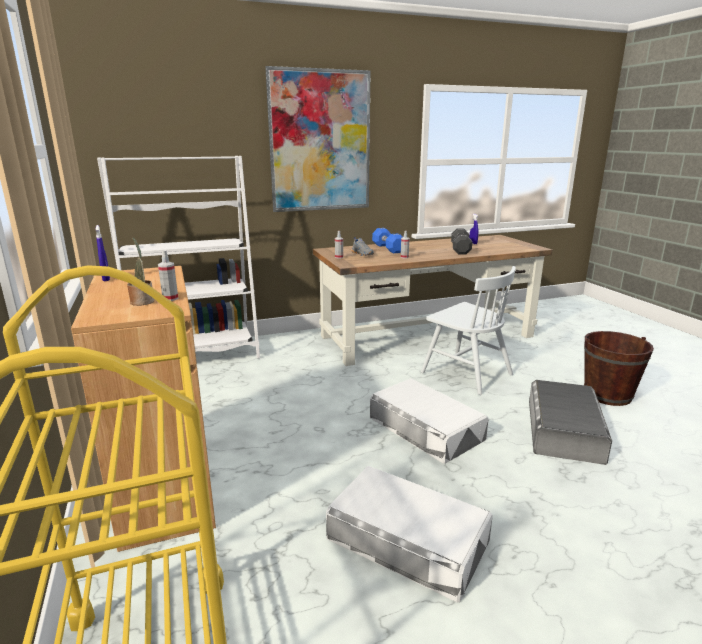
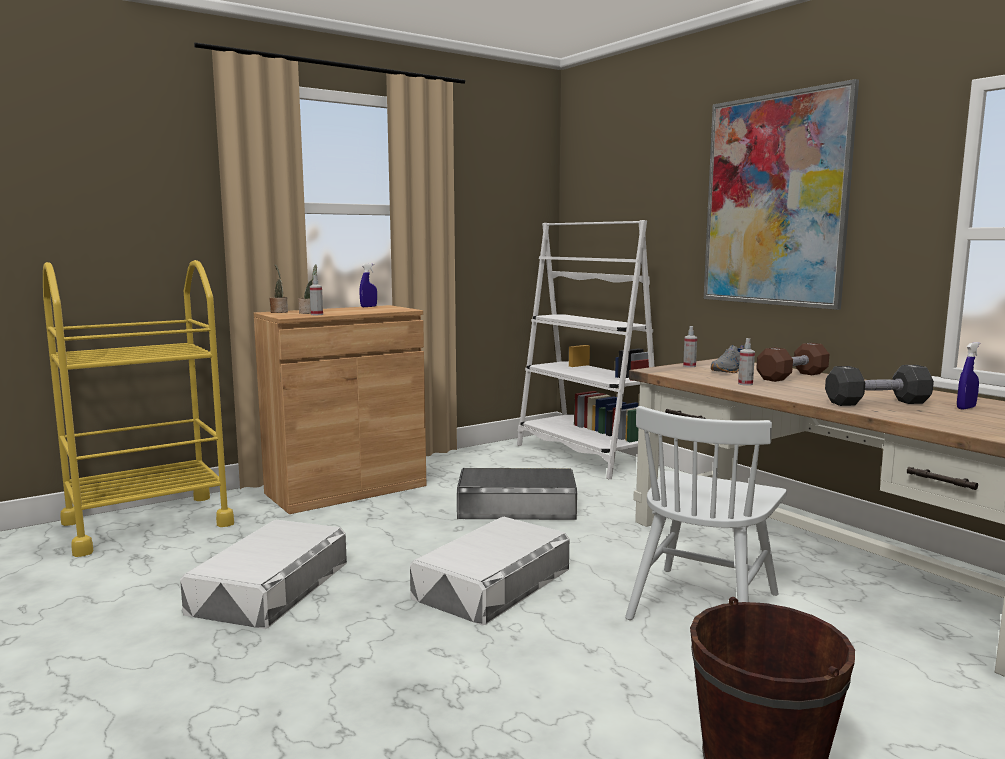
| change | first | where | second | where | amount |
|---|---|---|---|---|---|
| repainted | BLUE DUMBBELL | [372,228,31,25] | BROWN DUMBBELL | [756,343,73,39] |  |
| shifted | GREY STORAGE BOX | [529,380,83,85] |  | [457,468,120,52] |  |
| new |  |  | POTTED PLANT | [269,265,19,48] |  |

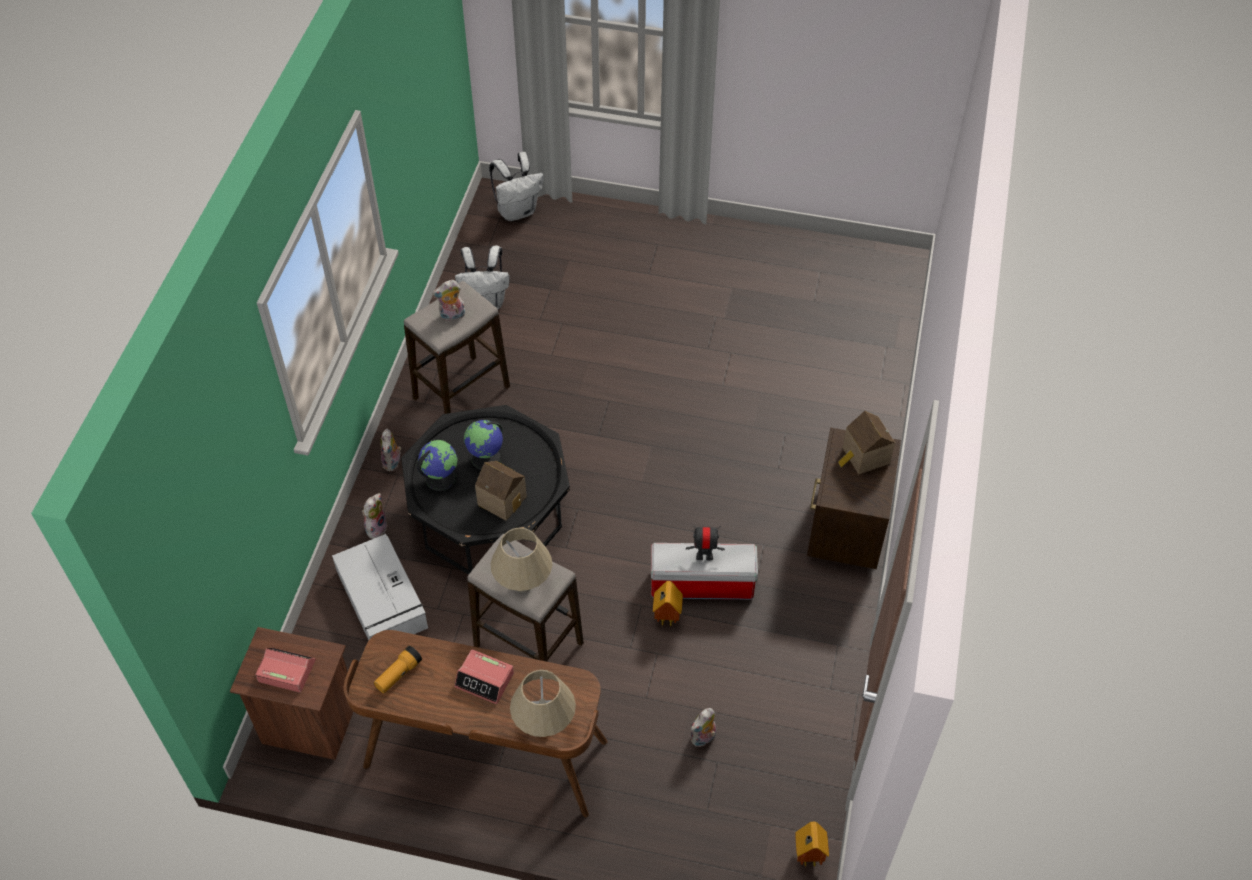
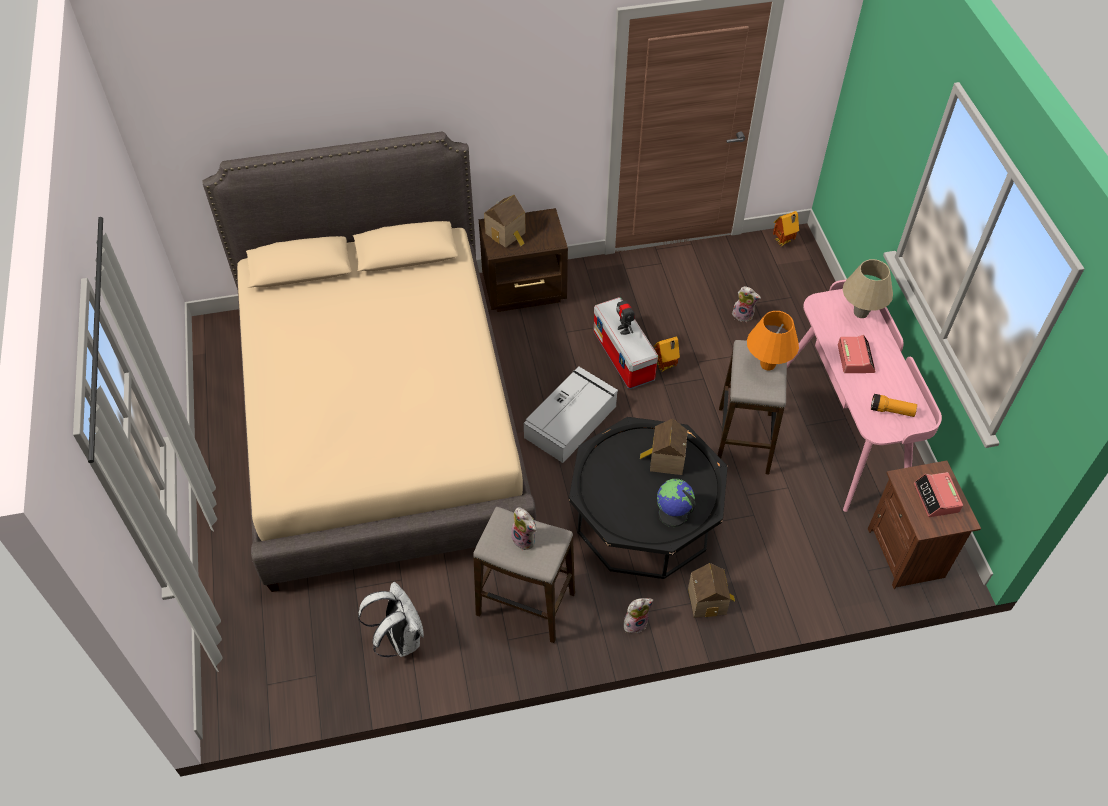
| change | first | where | second | where | amount |
|---|---|---|---|---|---|
| gone | WHITE BACKPACK | [489,152,55,69] |  |  |  |
| gone | GLOBE | [464,420,39,50] |  |  |  |
| swapped | PLUSH TOY | [362,493,26,46] | TOY HOUSE | [688,563,47,55] |  |
| repainted | BEIGE TABLE LAMP | [491,527,61,66] | ORANGE TABLE LAMP | [747,311,52,60] |  |
| shifted | GREY STORAGE BOX | [332,534,96,107] |  | [524,366,94,97] |  |
| repainted | BROWN DESK | [343,630,265,187] | PINK DESK | [787,279,155,233] |  |
| new |  |  | BEIGE BED | [202,132,334,460] |  |

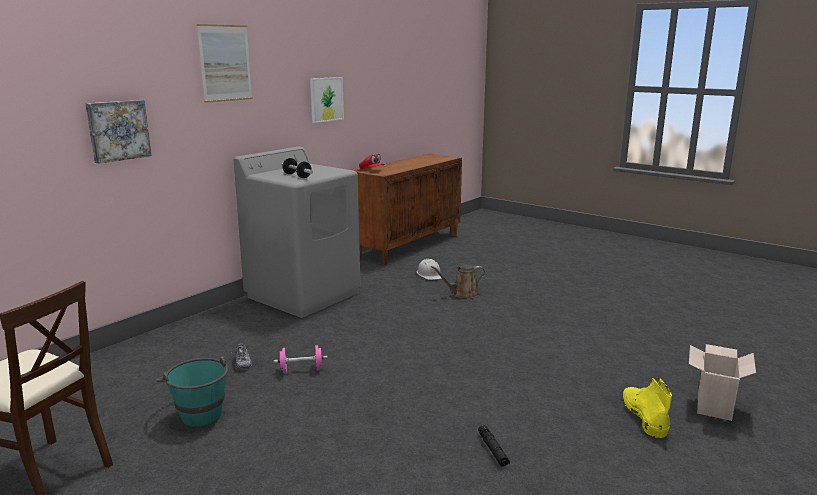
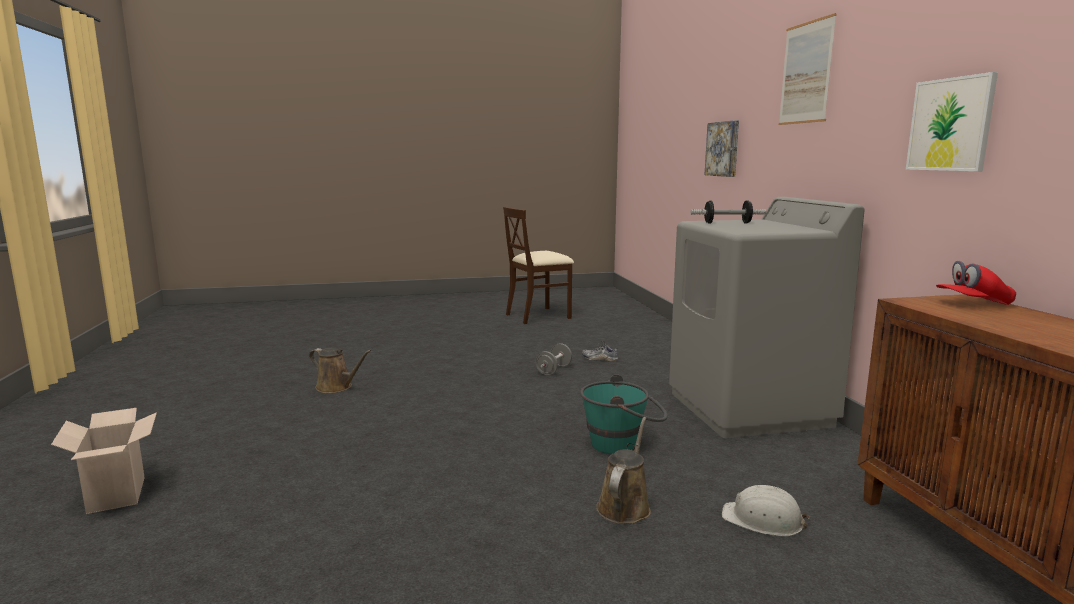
| change | first | where | second | where | amount |
|---|---|---|---|---|---|
| repainted | PINK DUMBBELL | [274,345,54,28] | GREY DUMBBELL | [535,343,37,32] |  |
| shifted | TURQUOISE BUCKET | [156,356,72,71] |  | [580,374,87,80] |  |
| gone | YELLOW BOOT | [623,378,49,60] |  |  |  |
| swapped | BLACK FLASHLIGHT | [478,425,32,42] | BROWN WATERING CAN | [309,348,63,45] |  |

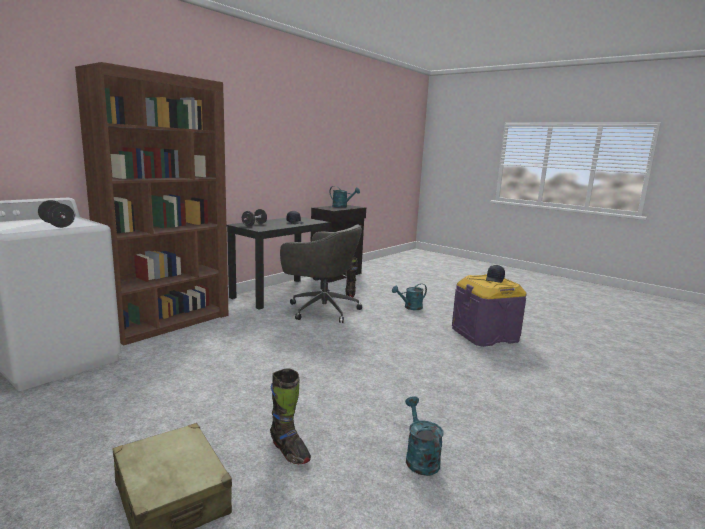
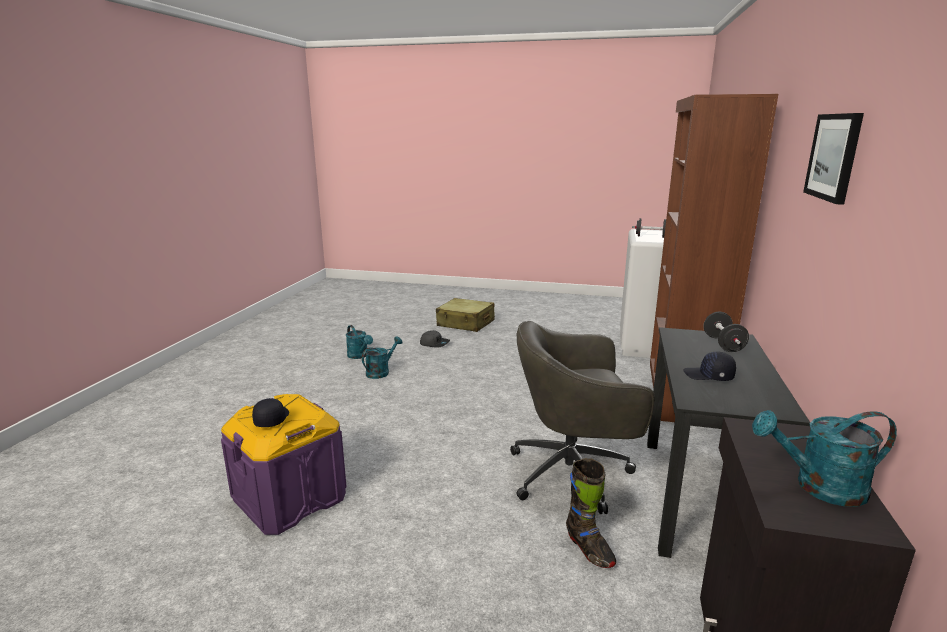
| change | first | where | second | where | amount |
|---|---|---|---|---|---|
| shifted | TURQUOISE WATERING CAN | [392,283,35,27] |  | [362,336,41,43] |  |
| swapped | BLACK BOOT | [270,368,41,96] | GREY CAP | [420,330,30,18] |  |
| new |  |  | PICTURE | [803,113,61,92] |  |

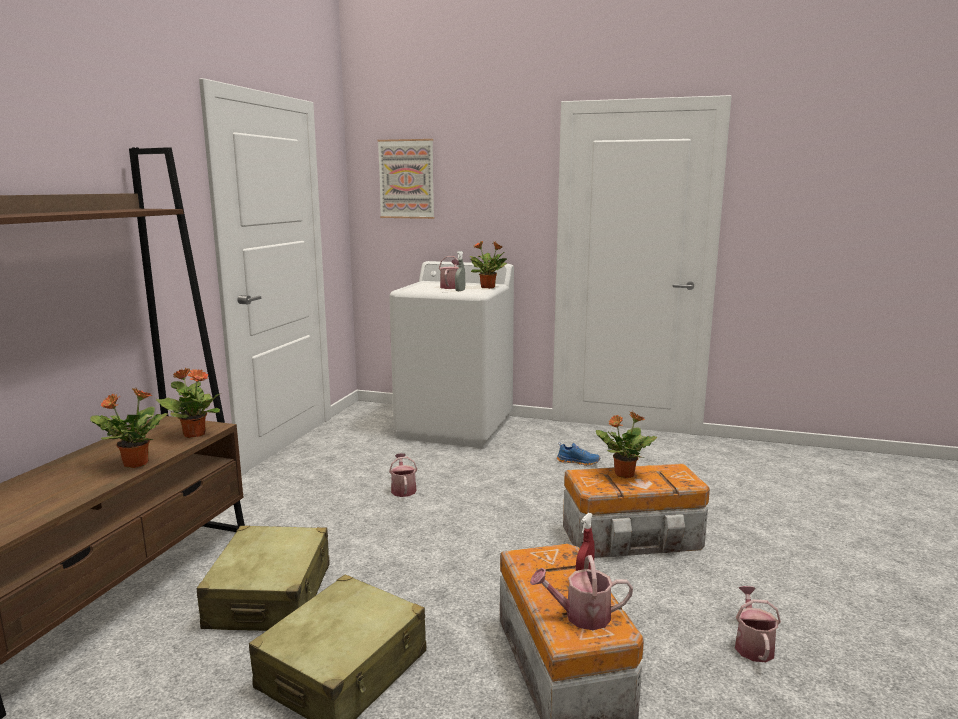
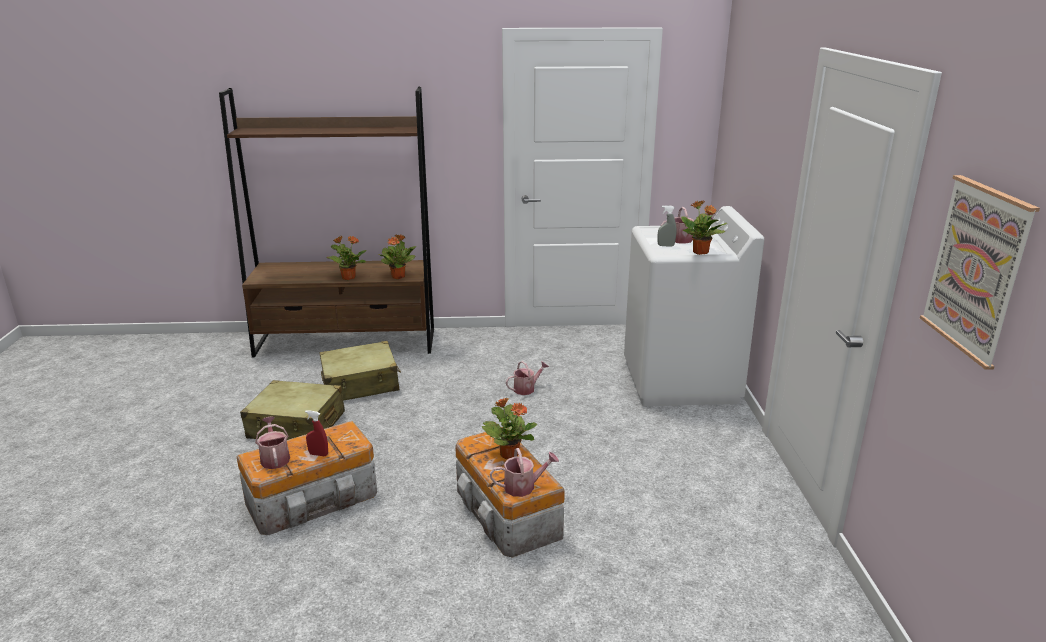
| change | first | where | second | where | amount |
|---|---|---|---|---|---|
| shifted | PICTURE | [378,139,56,80] |  | [920,175,120,195] |  |
| gone | BLUE SHOE | [557,442,43,24] |  |  |  |
| shifted | WATERING CAN | [735,586,46,76] |  | [490,448,69,49] |  |

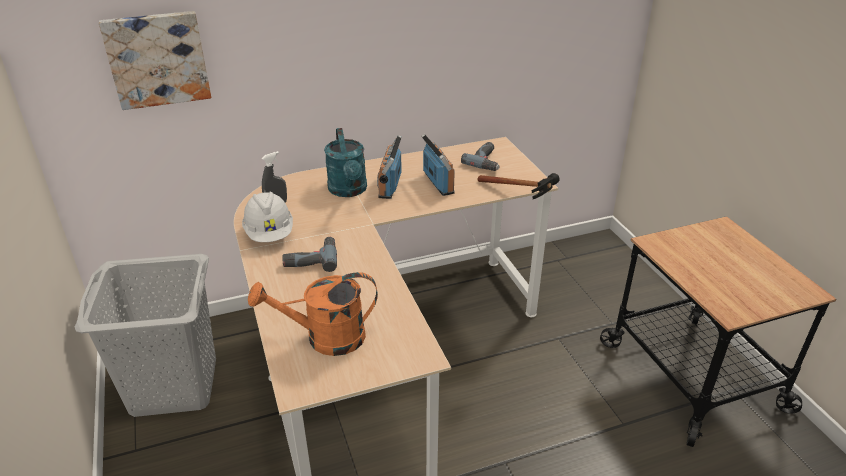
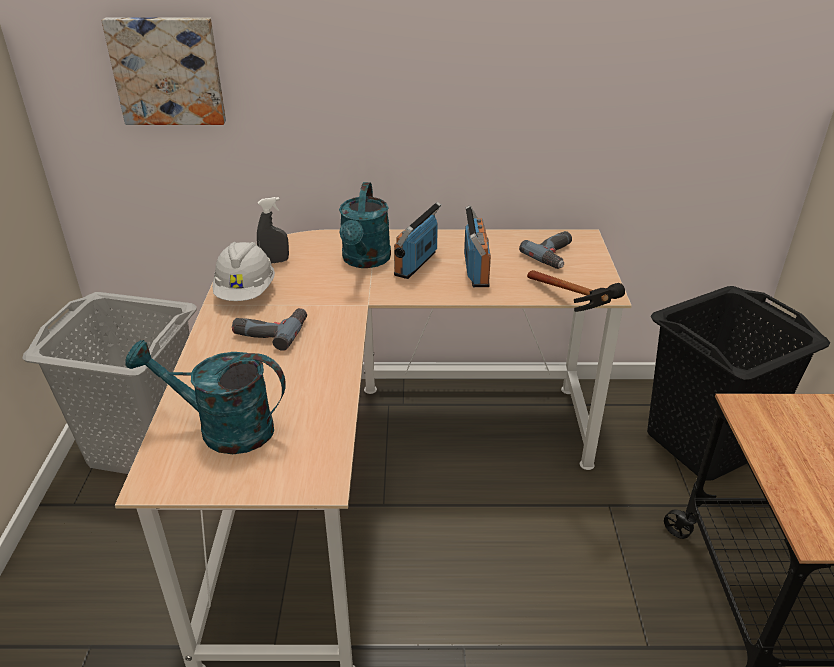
| change | first | where | second | where | amount |
|---|---|---|---|---|---|
| repainted | ORANGE WATERING CAN | [248,272,130,84] | TURQUOISE WATERING CAN | [125,340,161,114] |  |
| new |  |  | BLACK LAUNDRY BASKET | [647,286,183,194] |  |

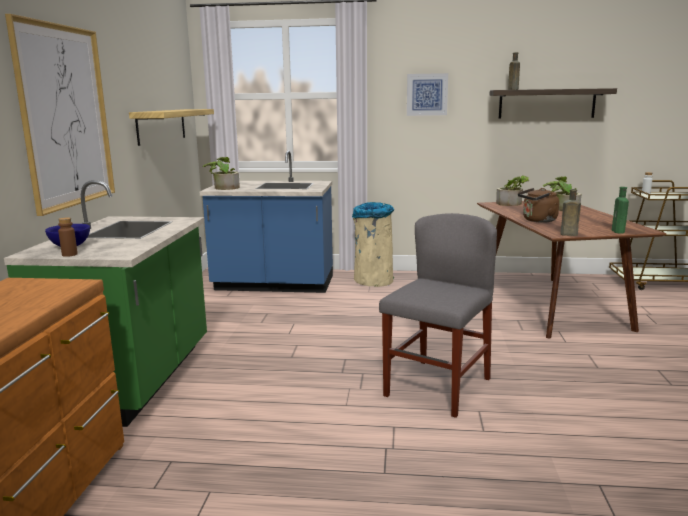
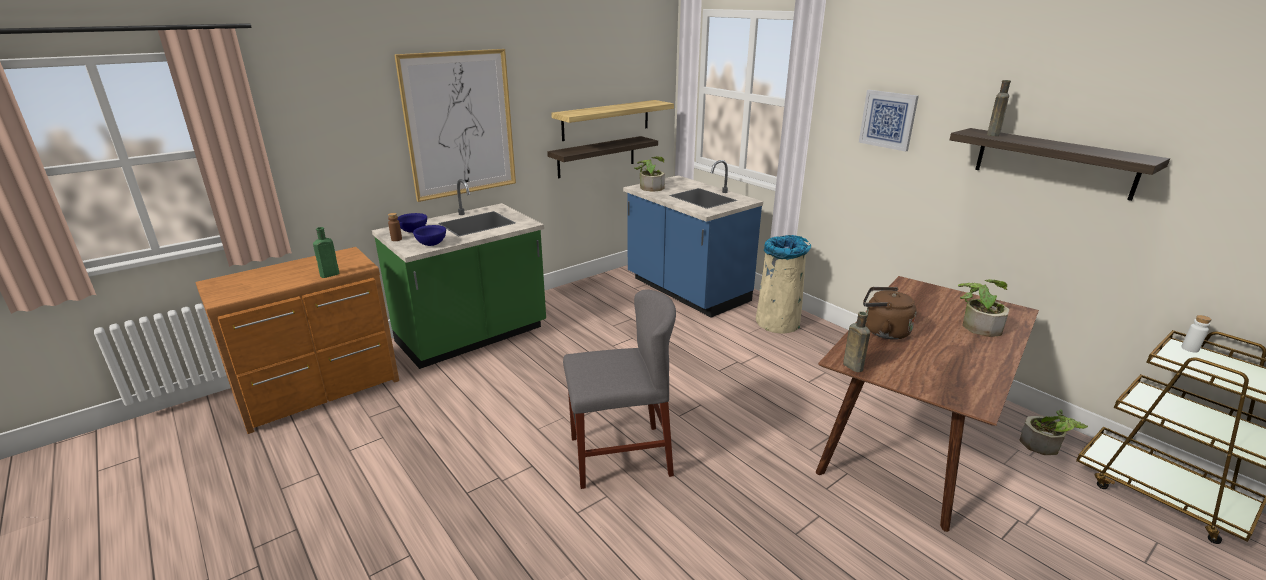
| change | first | where | second | where | amount |
|---|---|---|---|---|---|
| shifted | POTTED PLANT | [496,175,33,31] |  | [1020,409,68,46] |  |
| shifted | GREEN BOTTLE | [612,187,17,47] |  | [313,227,26,51] |  |
| new |  |  | SHELF | [547,136,111,42] |  |
| new |  |  | BLUE BOWL | [413,225,33,21] |  |

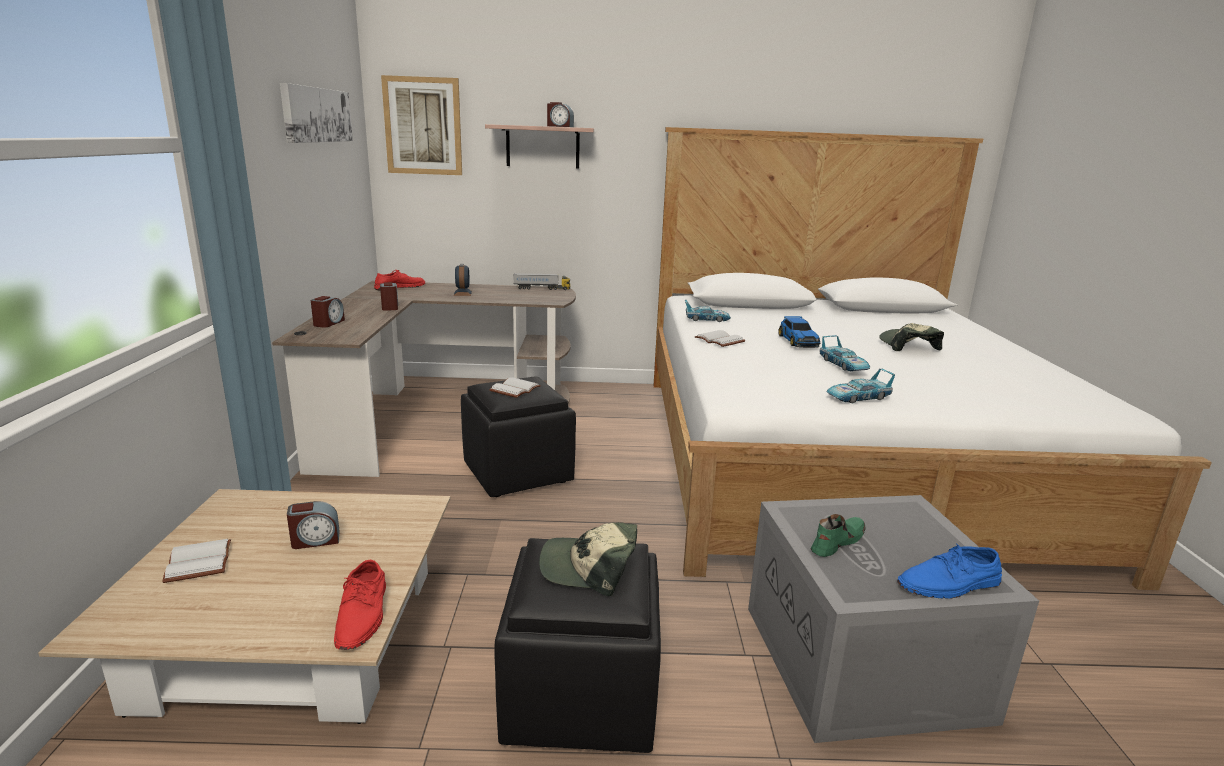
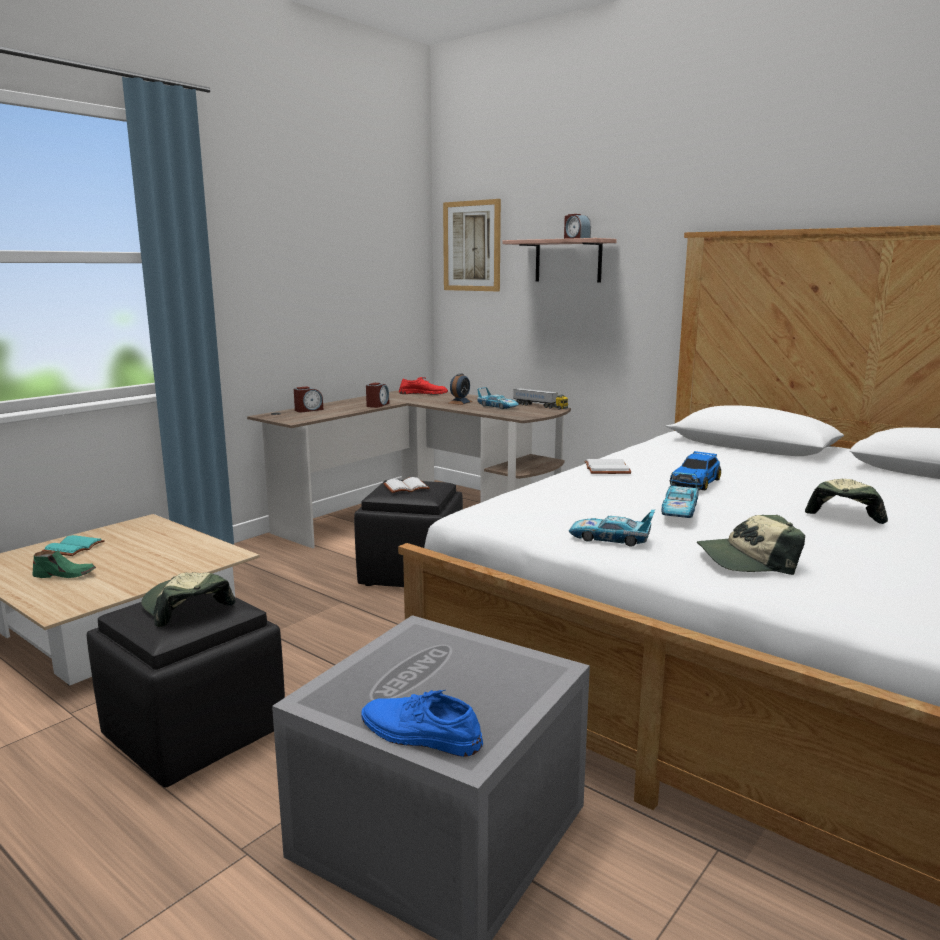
| change | first | where | second | where | amount |
|---|---|---|---|---|---|
| gone | PICTURE | [280,83,73,60] |  |  |  |
| shifted | TOY CAR | [685,300,46,22] |  | [477,387,42,22] |  |
| gone | ALARM CLOCK | [287,501,53,48] |  |  |  |
| shifted | GREEN SHOE | [811,514,55,43] |  | [33,551,63,27] |  |
| repainted | WHITE BOOK | [162,539,69,44] | TURQUOISE BOOK | [42,535,63,21] |  |
| gone | RED SHOE | [334,560,52,90] |  |  |  |
| new |  |  | CAP | [696,515,109,60] |  |

